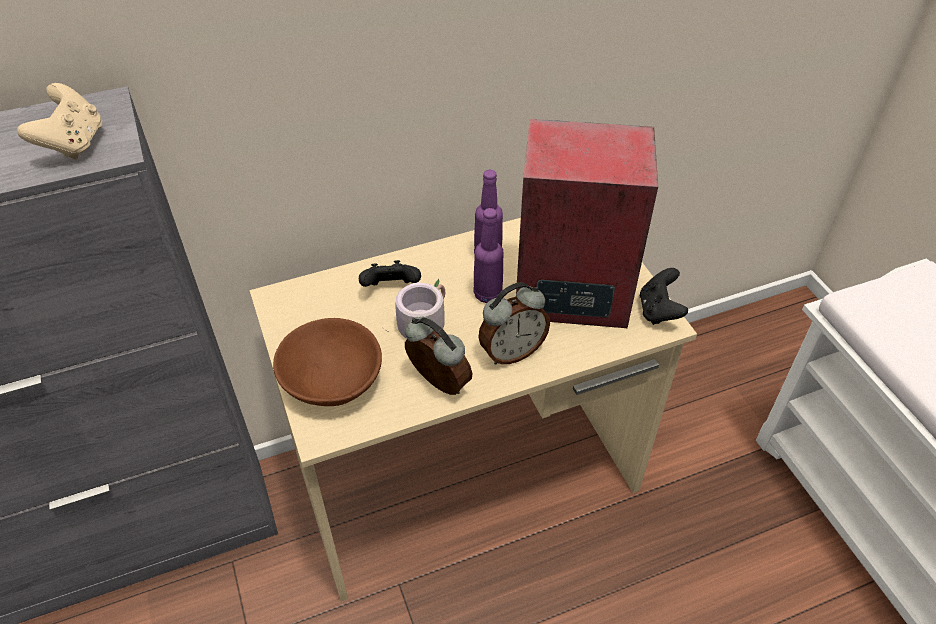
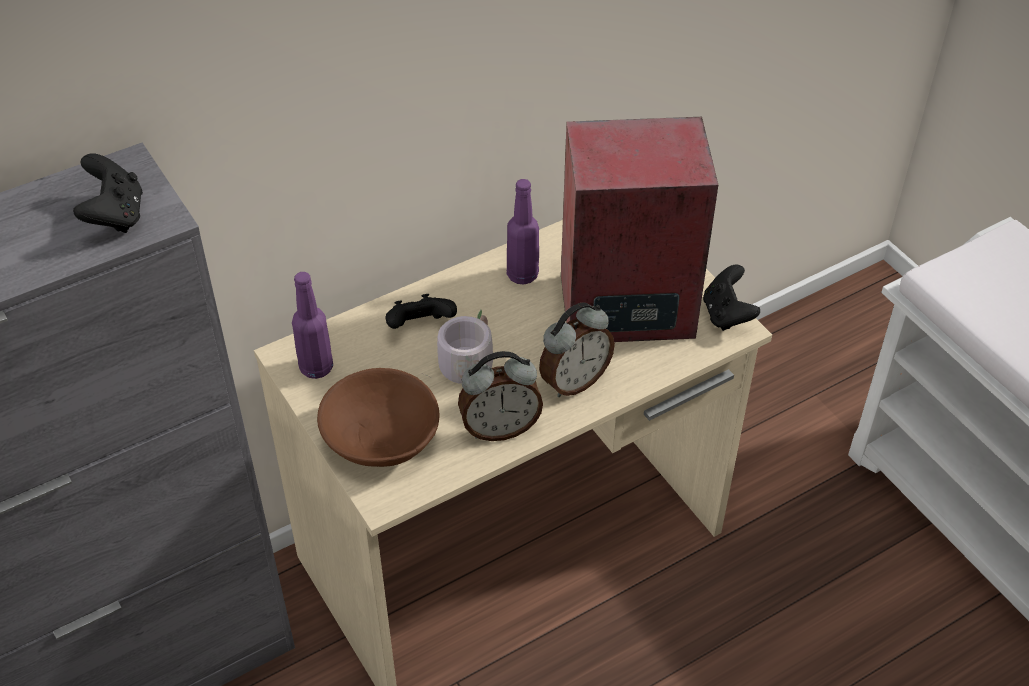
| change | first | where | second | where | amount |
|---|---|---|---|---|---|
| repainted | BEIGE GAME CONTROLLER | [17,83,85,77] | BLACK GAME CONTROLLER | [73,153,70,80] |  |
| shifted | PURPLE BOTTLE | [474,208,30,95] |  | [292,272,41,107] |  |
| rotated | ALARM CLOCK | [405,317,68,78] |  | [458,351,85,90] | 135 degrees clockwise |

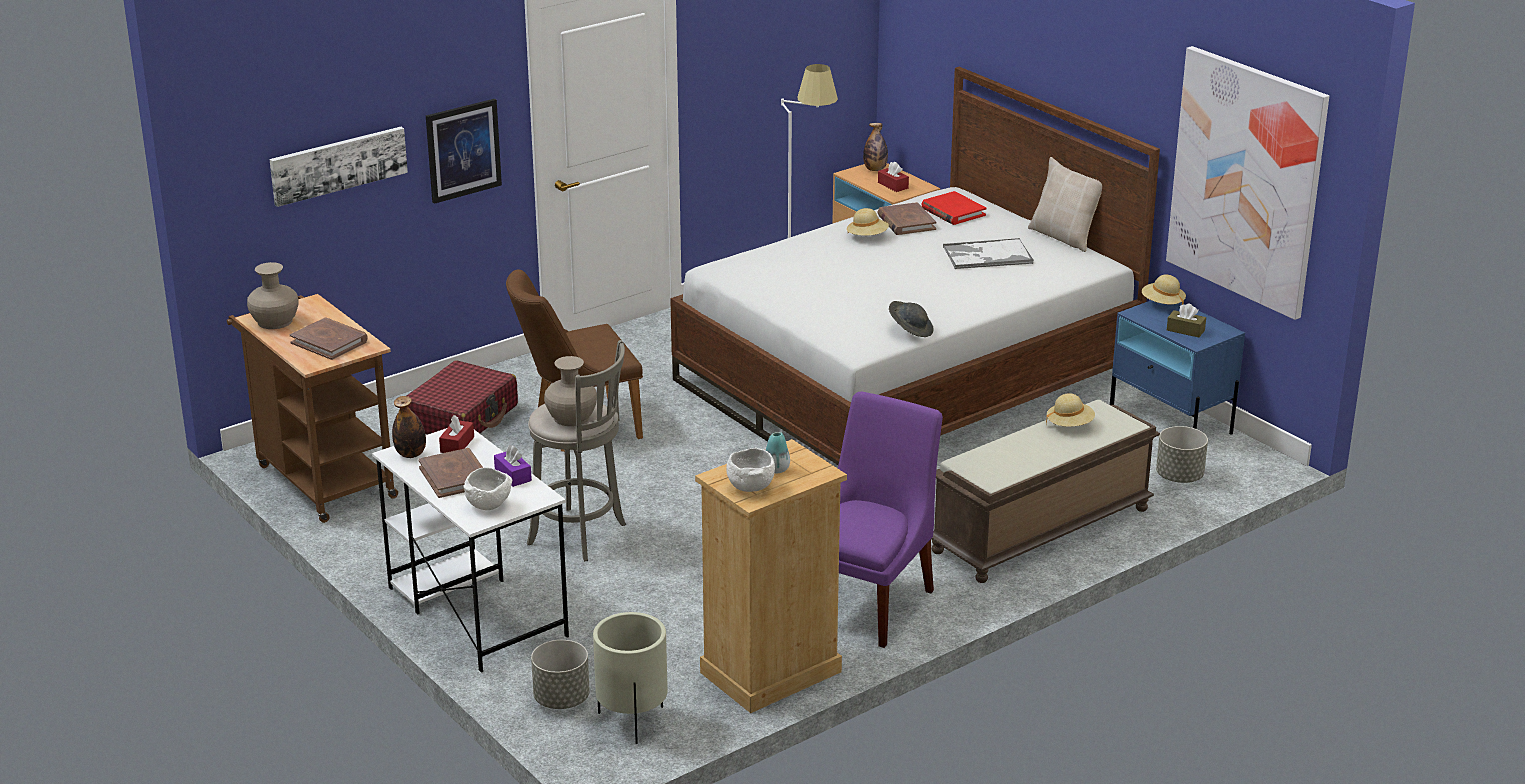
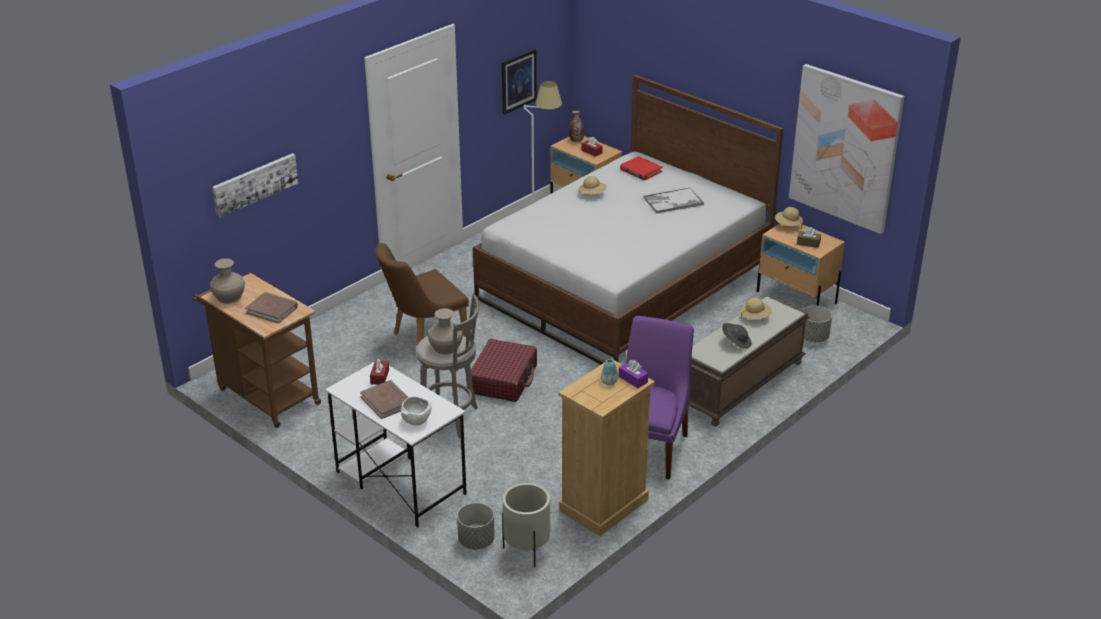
| change | first | where | second | where | amount |
|---|---|---|---|---|---|
| shifted | PICTURE | [426,99,76,105] |  | [502,49,35,66] |  |
| gone | BEIGE PILLOW | [1028,157,74,95] |  |  |  |
| gone | BROWN BOOK | [877,202,60,33] |  |  |  |
| repainted | BLUE NIGHTSTAND | [1110,300,135,134] | BEIGE NIGHTSTAND | [756,224,89,82] |  |
| shifted | GREY HAT | [889,301,45,36] |  | [722,323,30,26] |  |
| shifted | RED SUITCASE | [406,360,112,74] |  | [471,339,66,63] |  |
| gone | BOTTLE | [392,396,34,62] |  |  |  |
| shifted | PURPLE TISSUE BOX | [494,445,38,42] |  | [619,360,29,28] |  |
| gone | WHITE BOWL | [726,448,49,44] |  |  |  |

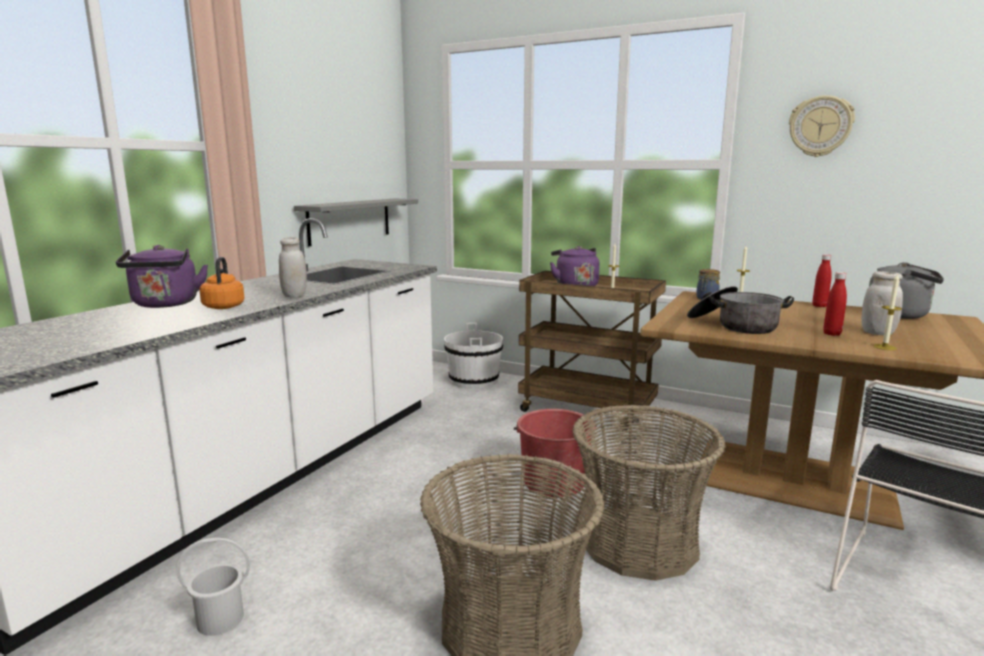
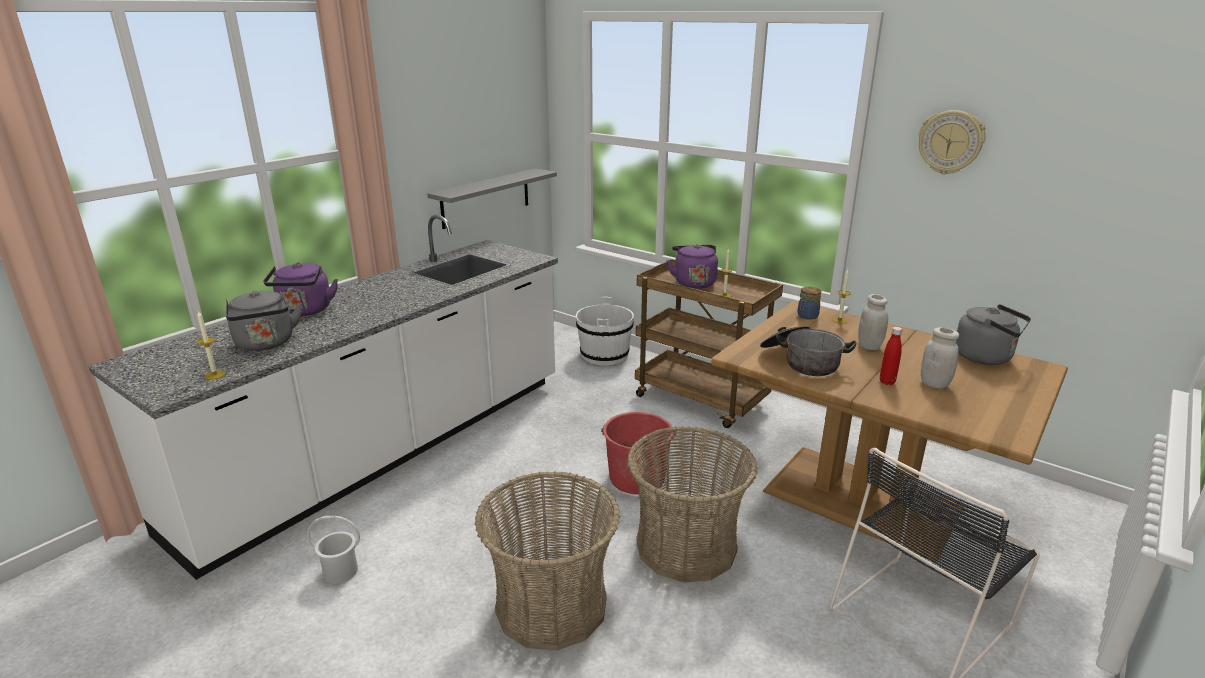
| change | first | where | second | where | amount |
|---|---|---|---|---|---|
| shifted | WHITE JAR | [279,237,28,60] |  | [858,294,30,56] |  |
| gone | RED BOTTLE | [812,254,20,53] |  |  |  |
| gone | ORANGE KETTLE | [199,257,45,52] |  |  |  |
| shifted | CANDLE | [873,273,29,77] |  | [197,311,28,69] |  |
| new |  |  | GREY KETTLE | [226,291,76,60] |  |

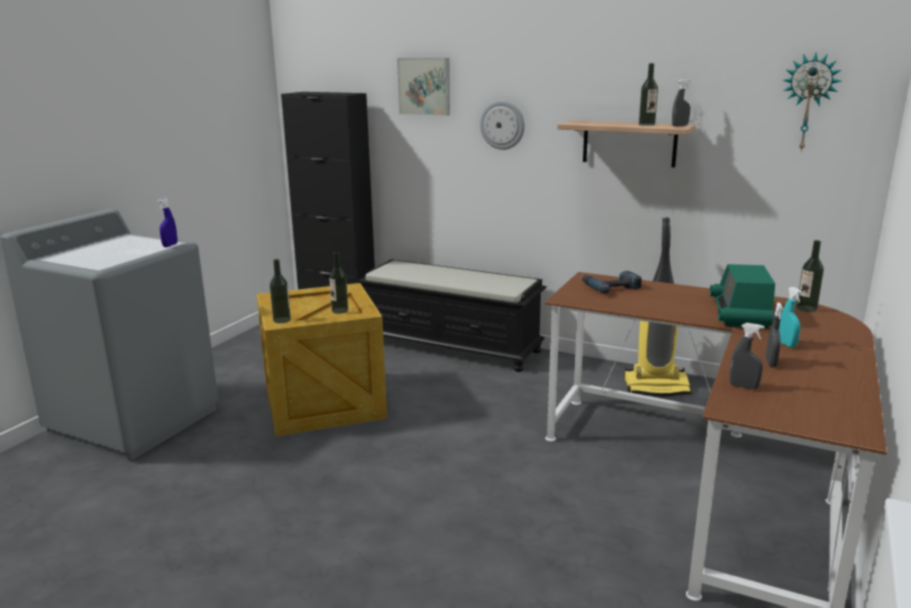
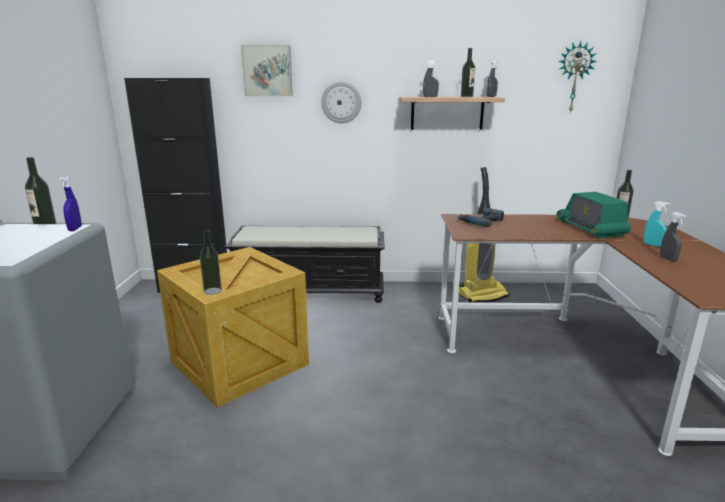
| change | first | where | second | where | amount |
|---|---|---|---|---|---|
| shifted | BOTTLE | [329,252,19,62] |  | [25,157,32,75] |  |
| shifted | GREY SPRAY BOTTLE | [730,323,34,66] |  | [423,60,16,37] |  |

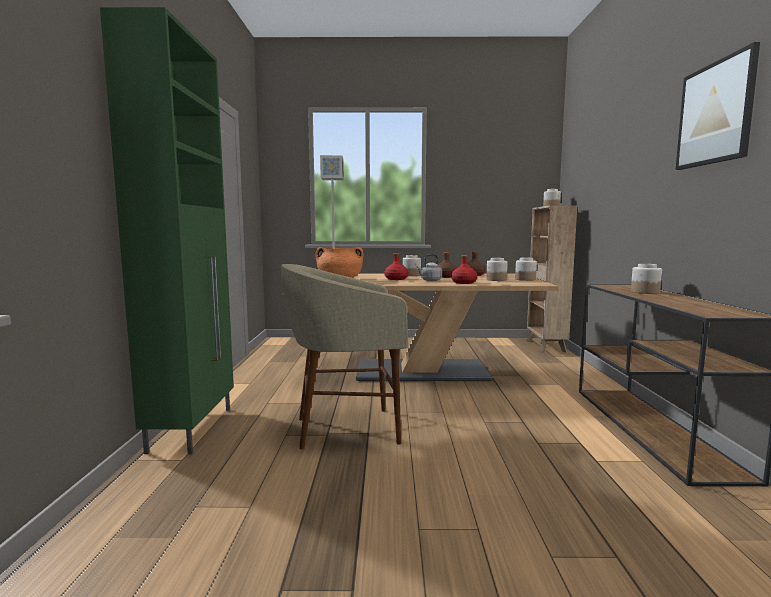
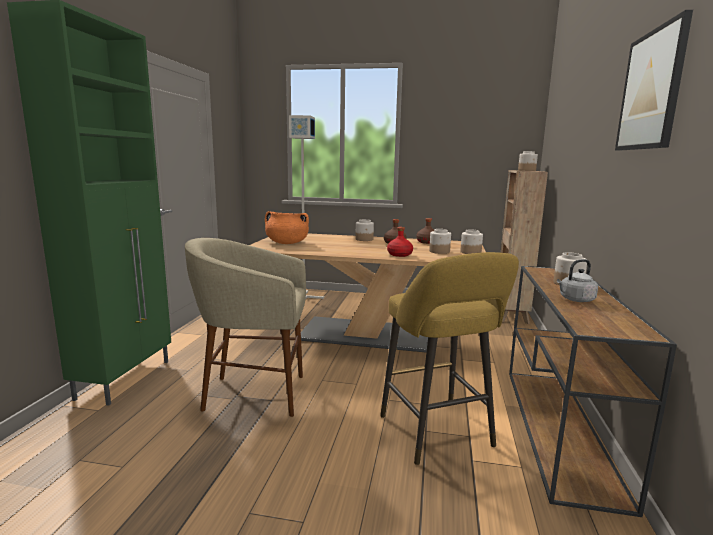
| change | first | where | second | where | amount |
|---|---|---|---|---|---|
| gone | RED BOTTLE | [384,253,24,27] |  |  |  |
| shifted | GREY KETTLE | [416,254,26,27] |  | [557,259,41,43] |  |
| new |  |  | YELLOW STOOL | [380,252,139,213] |  |

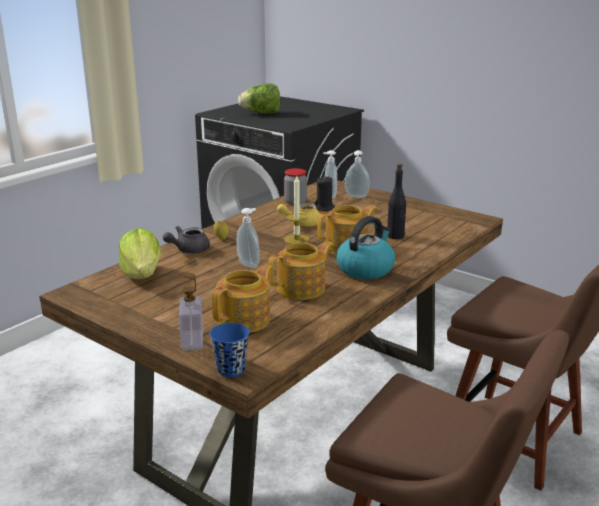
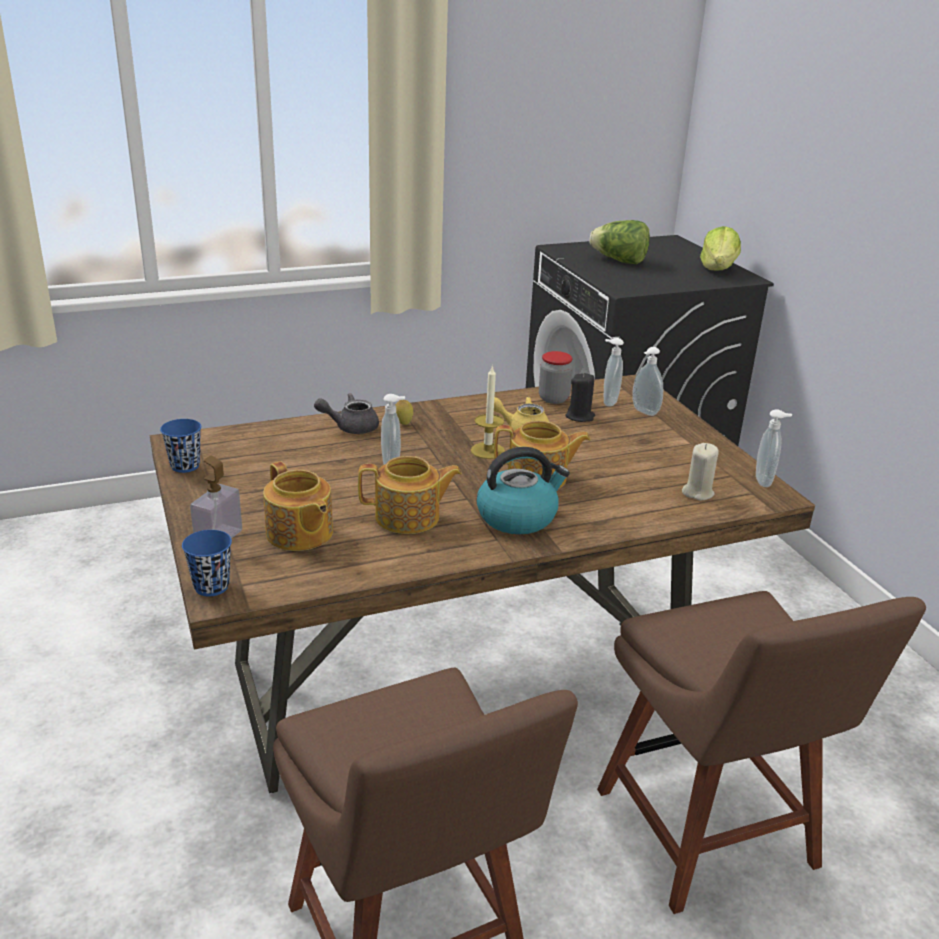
| change | first | where | second | where | amount |
|---|---|---|---|---|---|
| gone | BLACK BOTTLE | [387,164,19,75] |  |  |  |
| shifted | LETTUCE | [119,228,42,51] |  | [700,226,41,45] |  |
| rotated | TEAPOT | [212,265,60,68] |  | [263,461,70,90] | 75 degrees clockwise |
| new |  |  | SOAP DISPENSER | [756,409,36,78] |  |
| new |  |  | BLUE CUP | [160,419,41,54] |  |
| new |  |  | BEIGE CANDLE | [682,443,37,58] |  |

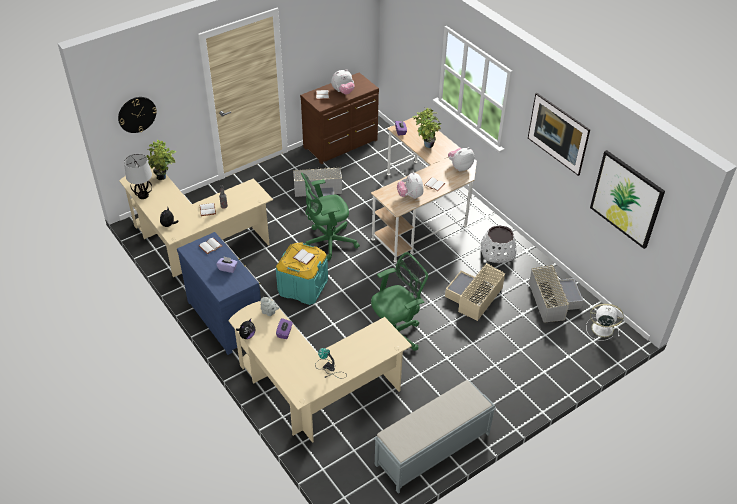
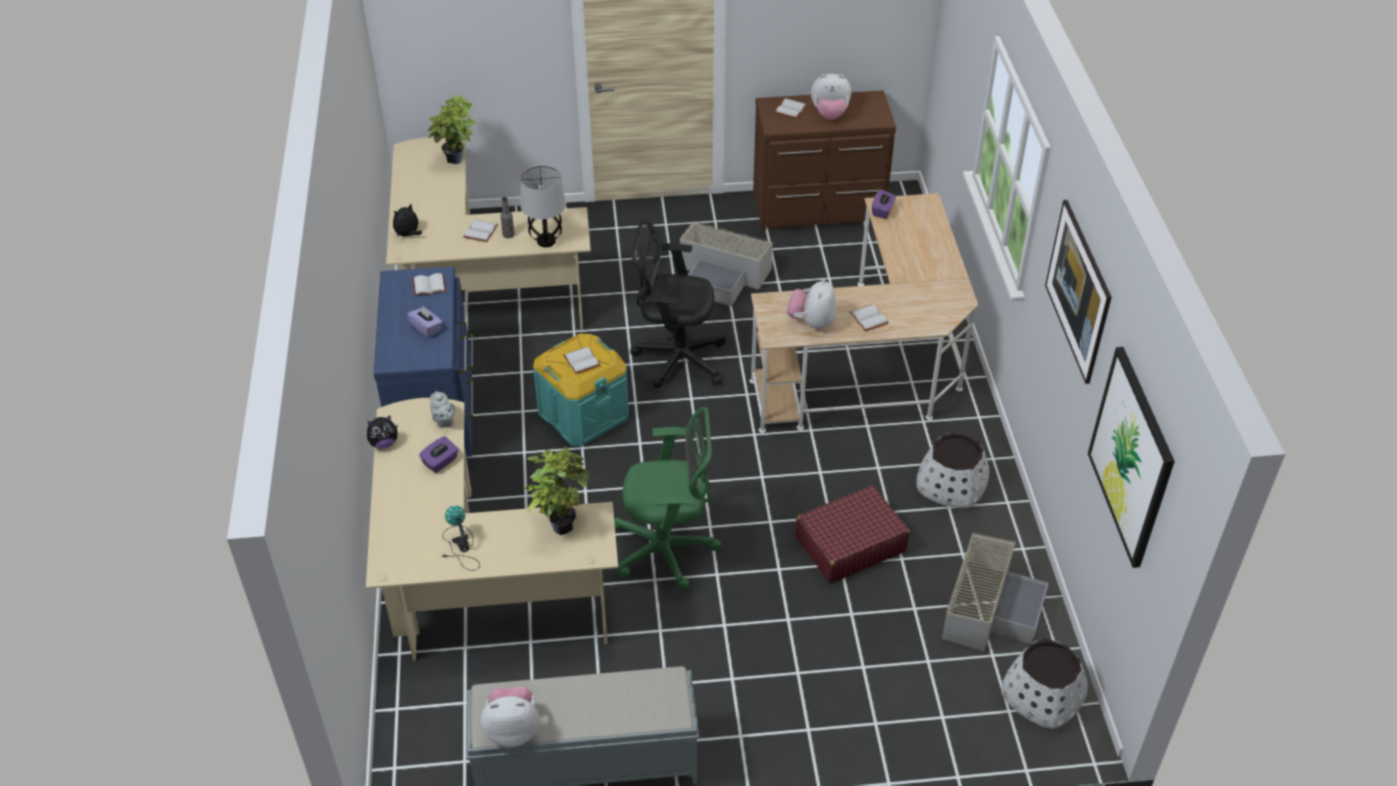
| change | first | where | second | where | amount |
|---|---|---|---|---|---|
| gone | WALL CLOCK | [118,97,39,36] |  |  |  |
| shifted | POTTED PLANT | [412,108,29,40] |  | [524,446,66,89] |  |
| shifted | PLUSH TOY | [448,147,26,24] |  | [480,686,59,61] |  |
| shifted | TABLE LAMP | [124,154,28,45] |  | [520,166,46,81] |  |
| repainted | GREEN OFFICE CHAIR | [301,173,59,87] | BLACK OFFICE CHAIR | [630,219,96,169] |  |
| swapped | BEIGE STORAGE BOX | [445,263,61,58] | RED SUITCASE | [795,485,115,98] |  |
| swapped | WHITE FAN | [586,304,37,37] | WHITE PLANTER | [1001,638,87,91] |  |

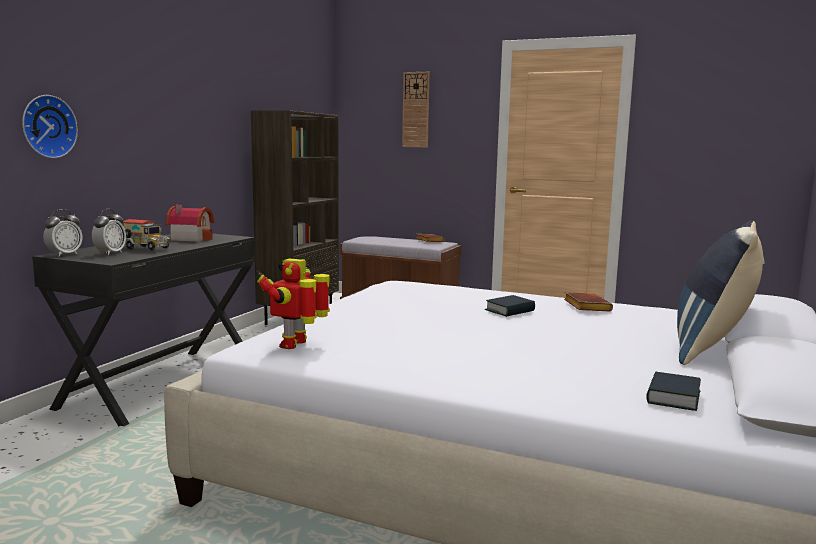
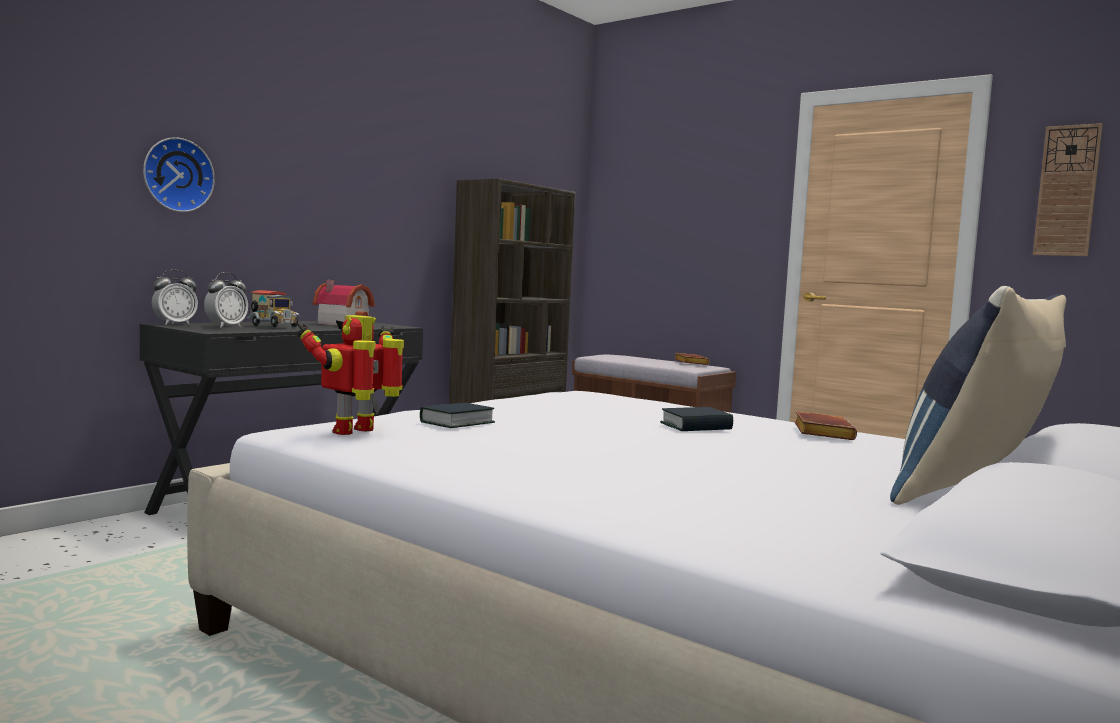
| change | first | where | second | where | amount |
|---|---|---|---|---|---|
| shifted | WALL CLOCK | [402,72,28,76] |  | [1033,123,70,133] |  |
| shifted | BOOK | [646,372,55,39] |  | [420,403,75,25] |  |

